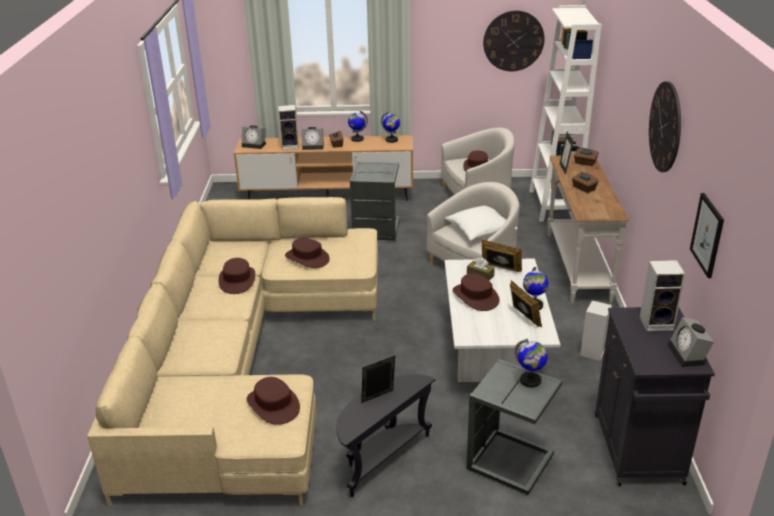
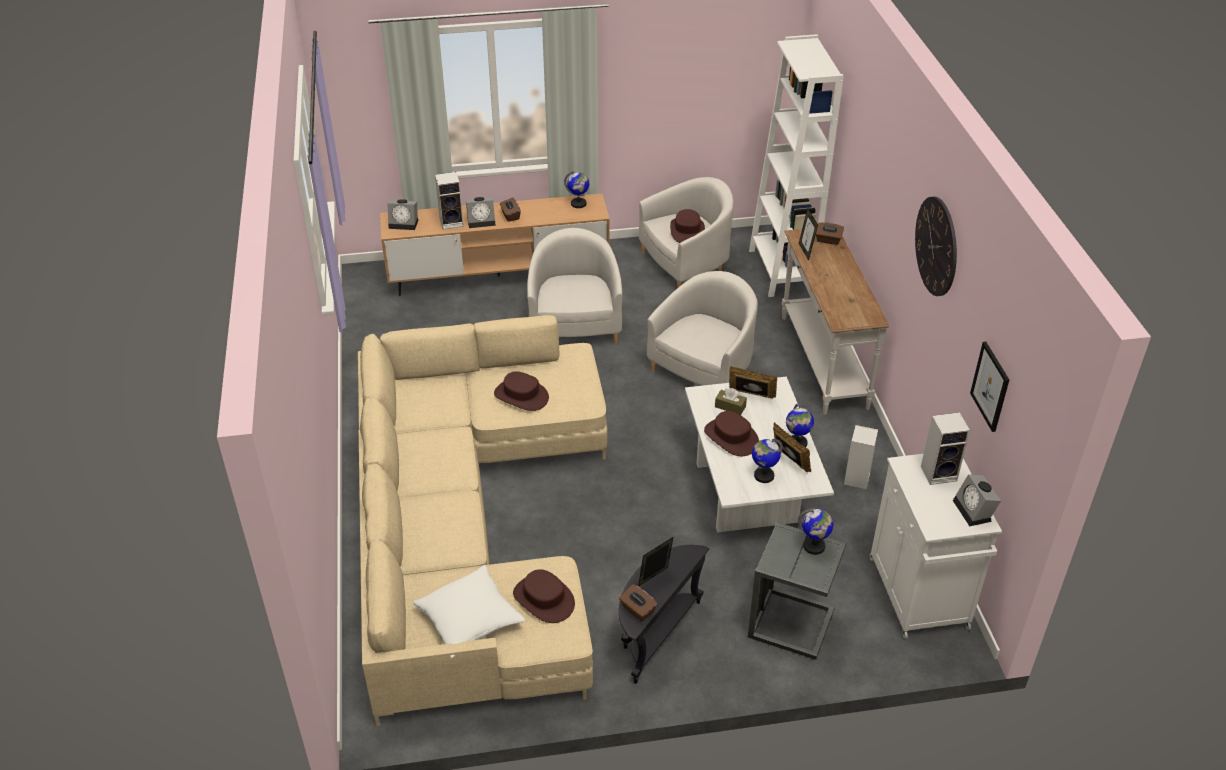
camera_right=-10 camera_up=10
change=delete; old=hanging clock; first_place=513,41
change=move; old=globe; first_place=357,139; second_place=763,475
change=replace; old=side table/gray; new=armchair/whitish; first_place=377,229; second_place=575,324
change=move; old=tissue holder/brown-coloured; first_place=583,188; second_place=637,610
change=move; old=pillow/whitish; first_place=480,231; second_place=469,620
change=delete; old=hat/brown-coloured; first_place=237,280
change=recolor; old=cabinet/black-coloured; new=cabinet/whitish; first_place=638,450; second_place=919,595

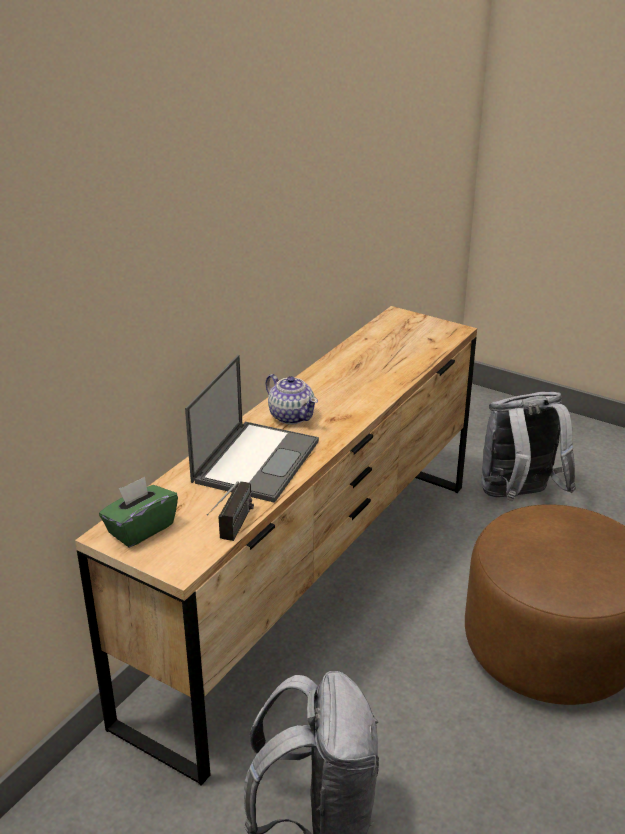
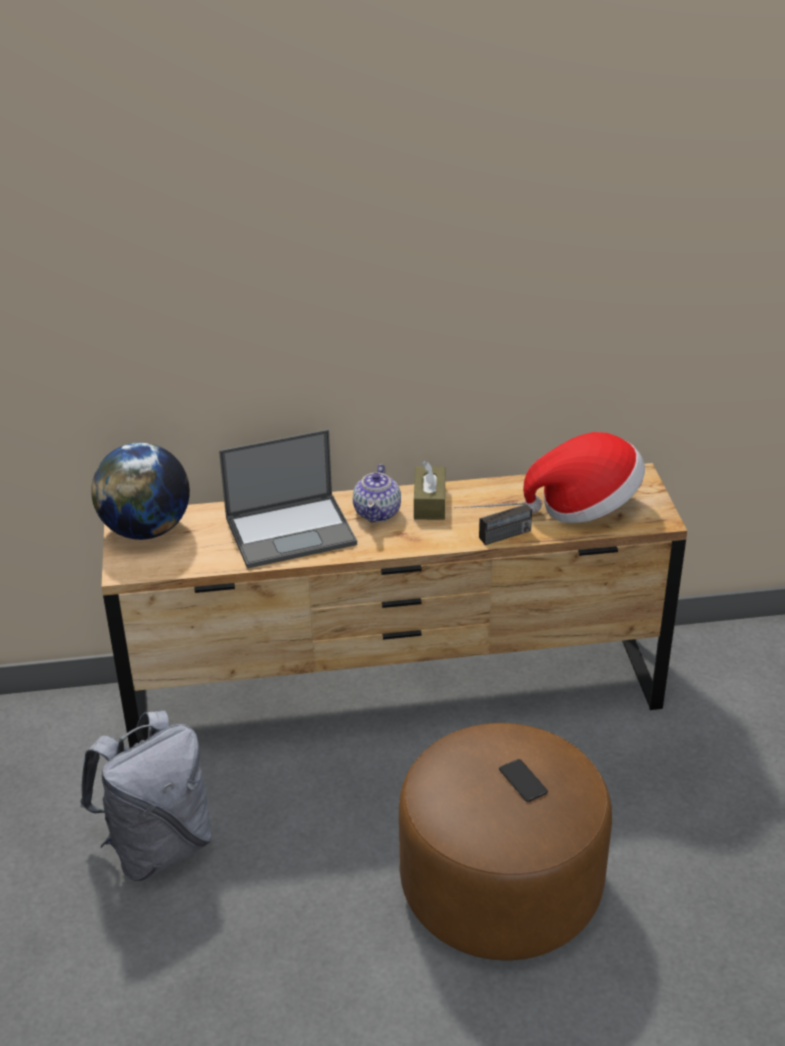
camera_right=50 camera_up=5
change=delete; old=backpack/gray; first_place=518,497
change=replace; old=tissue holder/greenish; new=globe; first_place=140,529; second_place=146,530
change=move; old=radio receiver; first_place=232,532; second_place=493,539
change=insert; new=hat; second_place=585,506
change=insert; new=tissue holder/brown-coloured; second_place=429,503
change=insert; new=handset; second_place=523,781

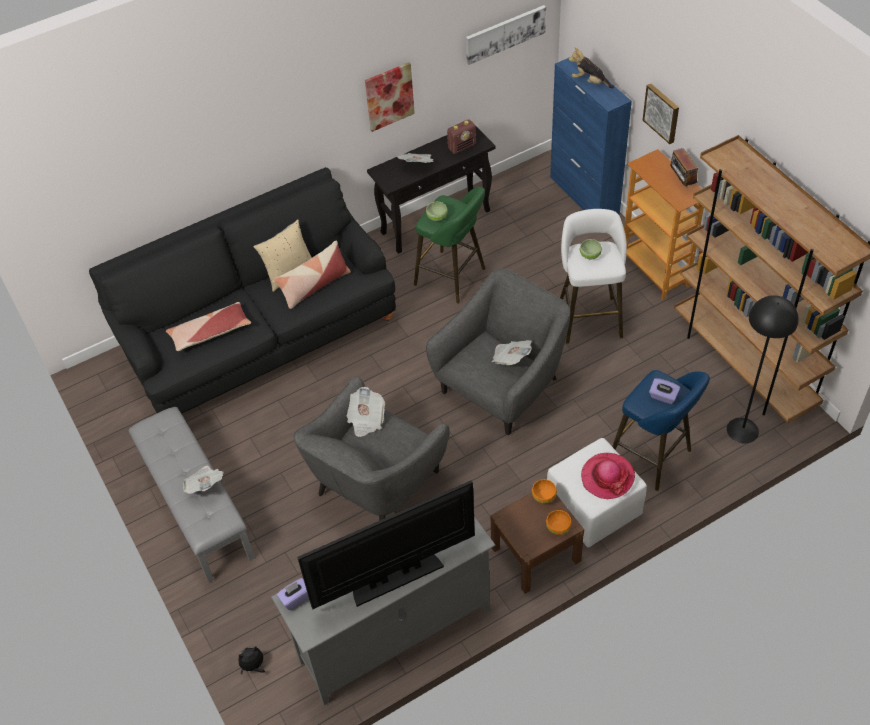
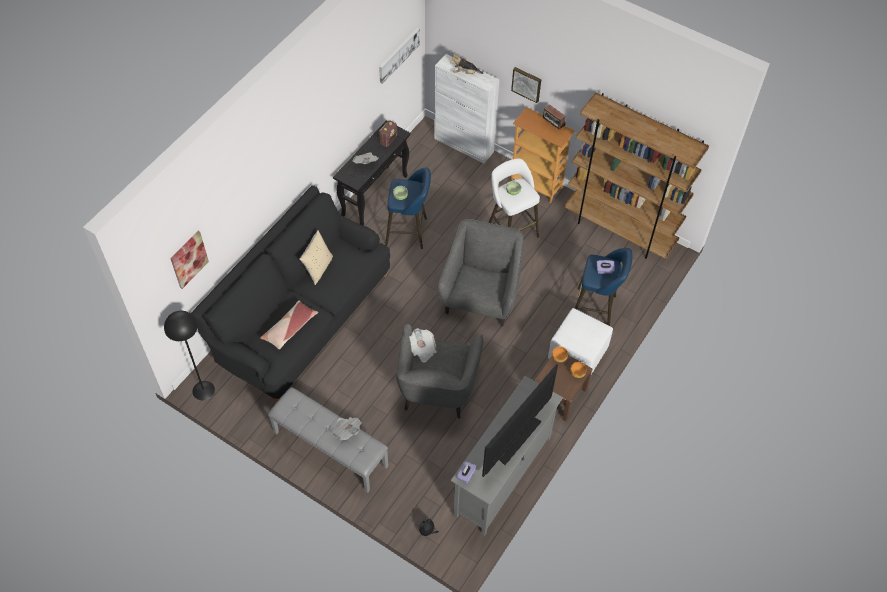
camera_right=-30 camera_up=5
change=recolor; old=cabinet/blue-coloured; new=cabinet/whitish; first_place=584,196; second_place=464,145
change=move; old=wall art; first_place=389,96; second_place=189,259
change=recolor; old=stool seat/greenish; new=stool seat/blue-coloured; first_place=453,278; second_place=409,232
change=delete; old=pillow; first_place=314,286
change=move; old=floor lamp/black-coloured; first_place=742,430; second_place=203,390
change=delete; old=printed paper; first_place=511,358
change=delete; old=hat; first_place=607,477

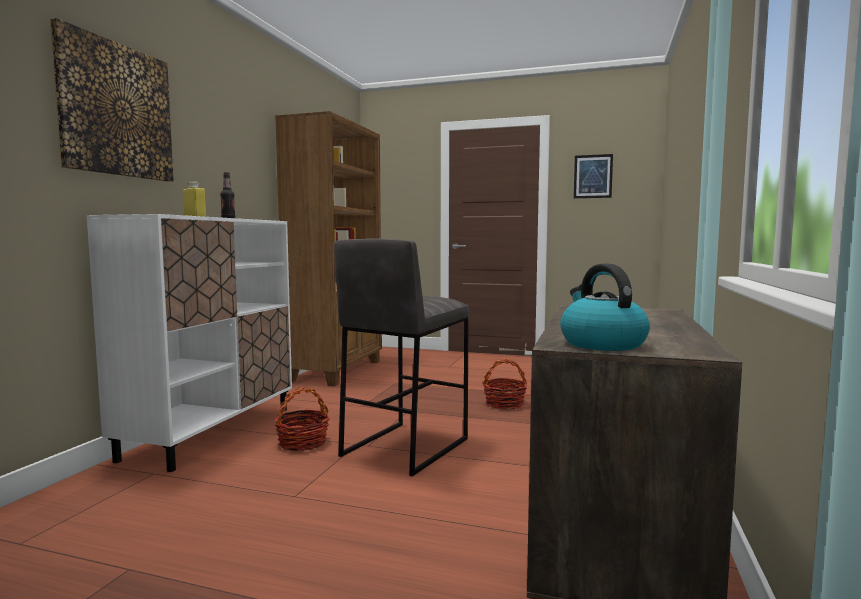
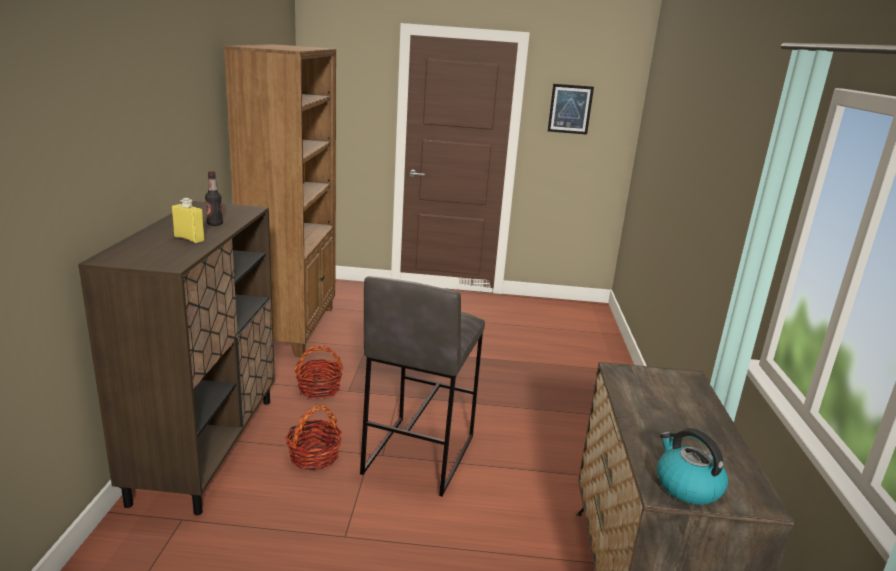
camera_right=-15 camera_up=15
change=delete; old=wall art; first_place=116,110
change=recolor; old=cabinet/whitish; new=cabinet/brown-coloured; first_place=212,432; second_place=206,447
change=move; old=basket; first_place=504,404; second_place=319,389

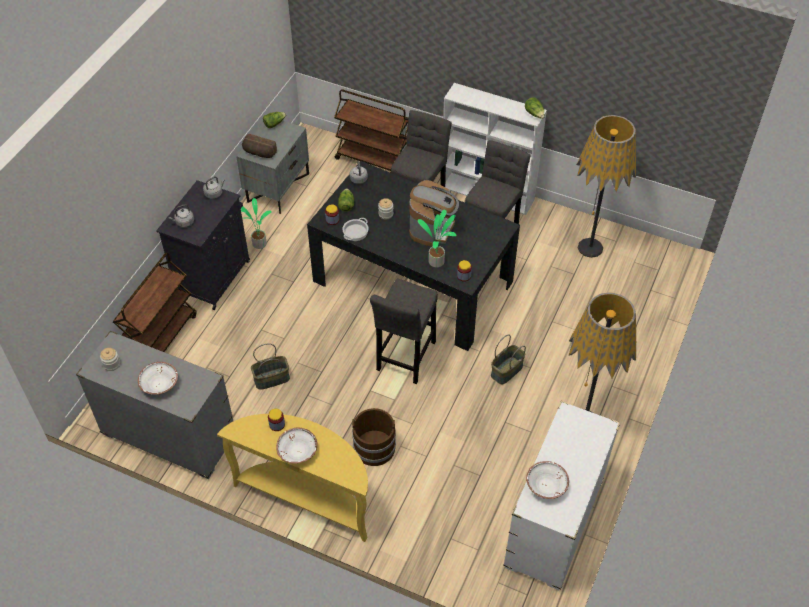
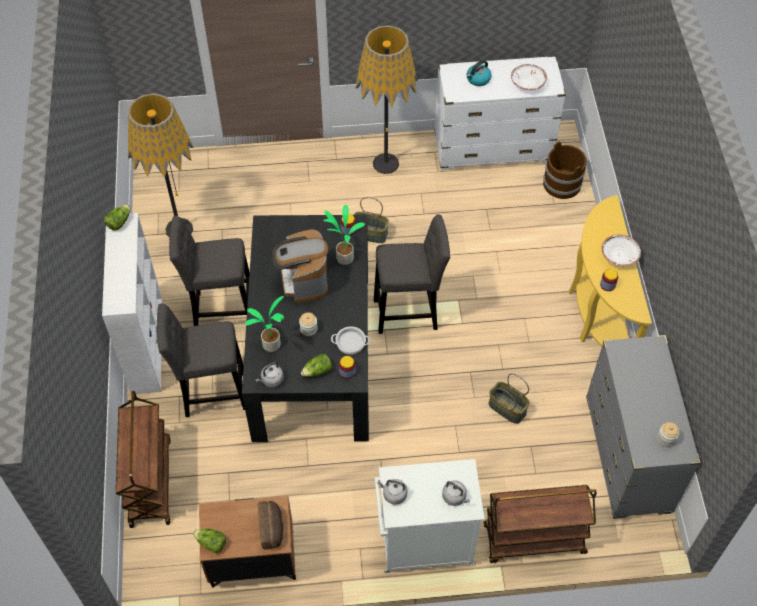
camera_right=-120 camera_up=5
change=recolor; old=nightstand/gray; new=nightstand/brown-coloured; first_place=277,187; second_place=252,560
change=recolor; old=cabinet/black-coloured; new=cabinet/whitish; first_place=214,276; second_place=424,542
change=rotate; old=coffee brewer; first_place=432,229; second_place=304,280; degrees=-90
change=move; old=plant in a pot; first_place=258,243; second_place=271,346
change=delete; old=bowl/whitish; first_place=160,385
change=move; old=bucket/brown-coloured; first_place=374,448; second_place=562,184
change=insert; new=kettle; second_place=478,79

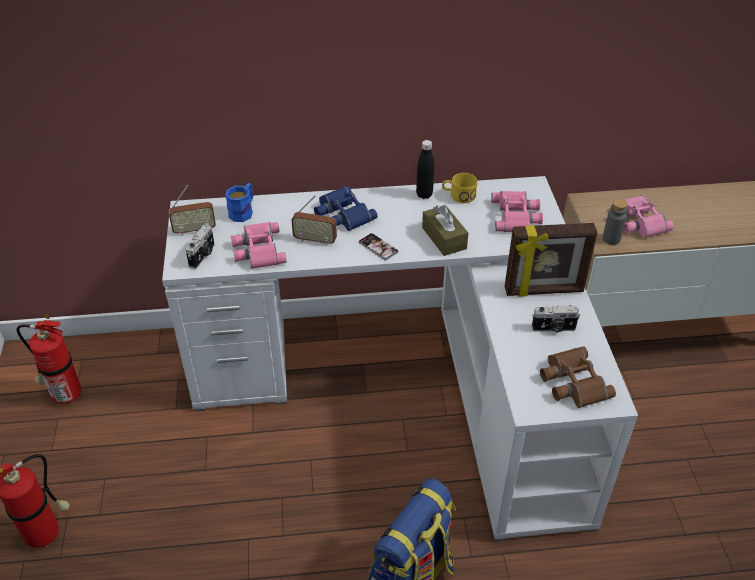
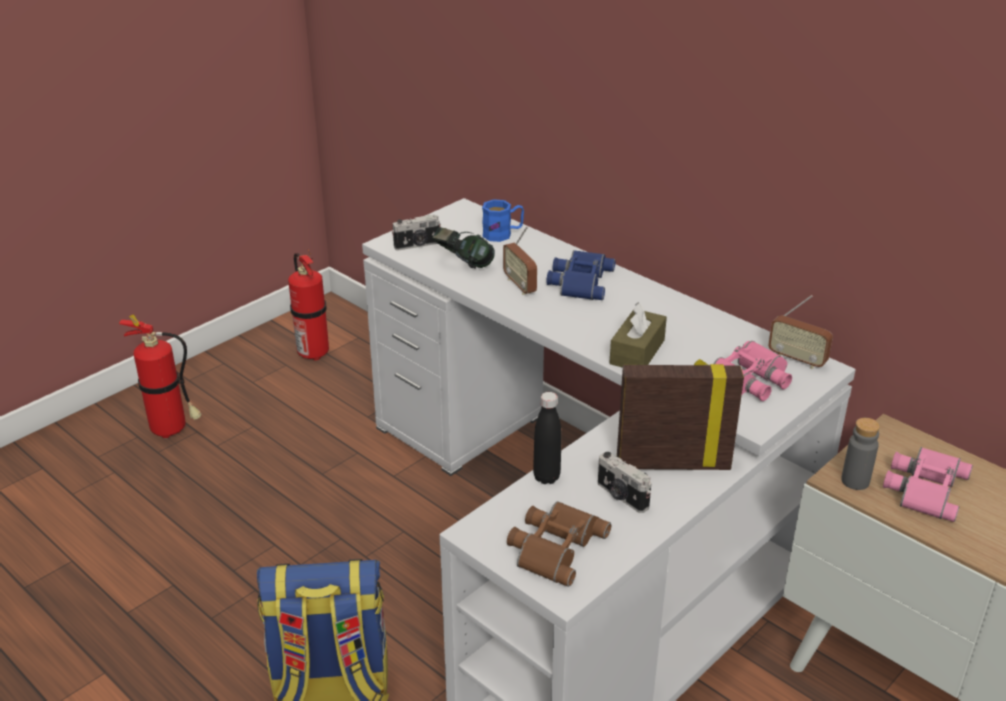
camera_right=50 camera_up=-10
change=move; old=bottle/black-coloured; first_place=424,195; second_place=546,477
change=delete; old=tea mug/yellow-coloured; first_place=458,196
change=move; old=radio receiver; first_place=194,230; second_place=797,359
change=replace; old=binoculars/pink; new=headphones; first_place=257,250; second_place=463,265
change=rotate; old=photo frame; first_place=544,291; second_place=672,463; degrees=135
change=delete; old=handset; first_place=378,247

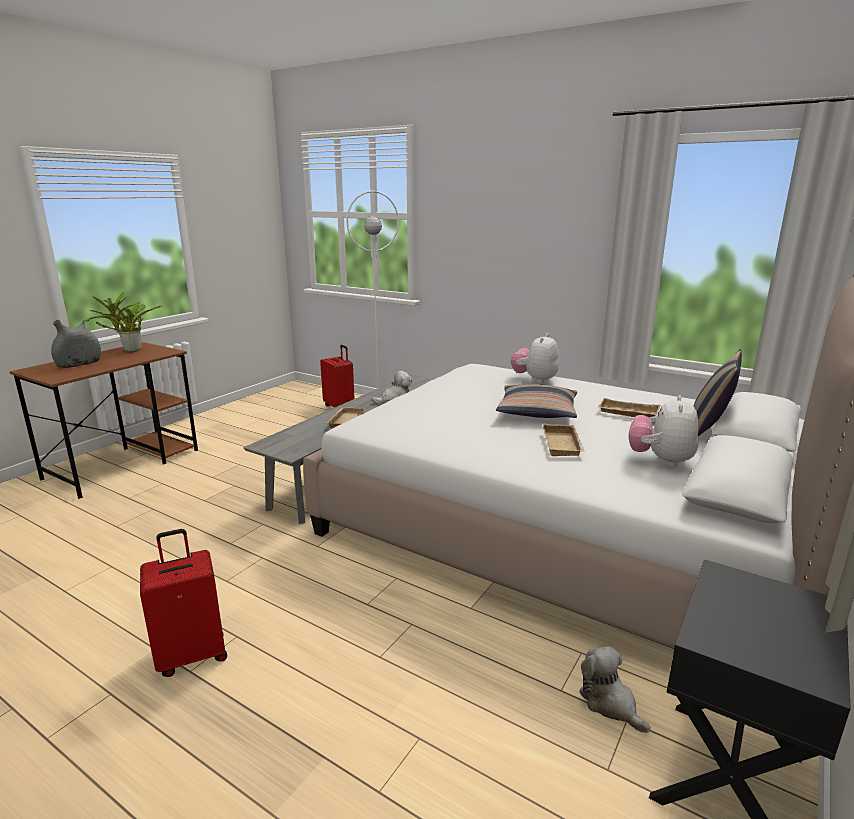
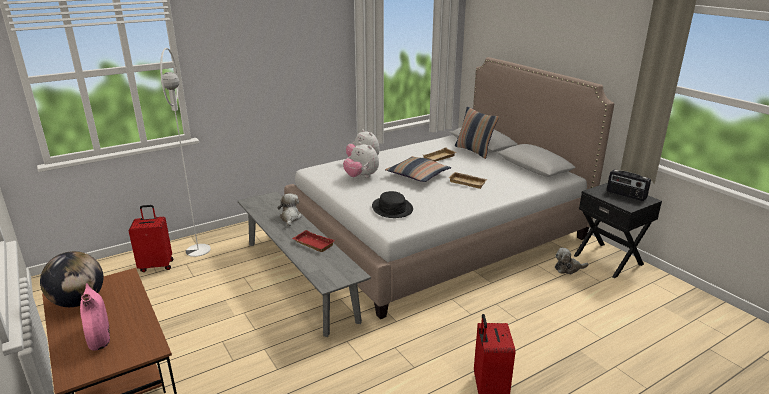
camera_right=-65 camera_up=5
change=replace; old=plant in a pot; new=globe; first_place=130,350; second_place=79,302
change=recolor; old=decorative vase/gray; new=decorative vase/pink; first_place=79,364; second_place=99,336
change=move; old=cuddly toy; first_place=660,460; second_place=361,177
change=recolor; old=carrying tray/sand-coloured; new=carrying tray/red-coloured; first_place=345,421; second_place=312,244
change=insert; new=radio receiver; second_place=626,195
change=insert; new=hat/black-coloured; second_place=392,208

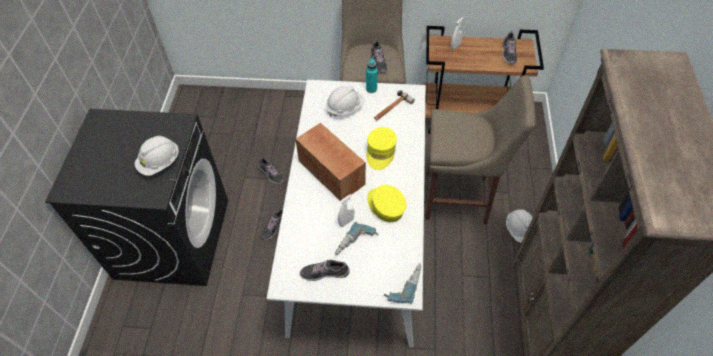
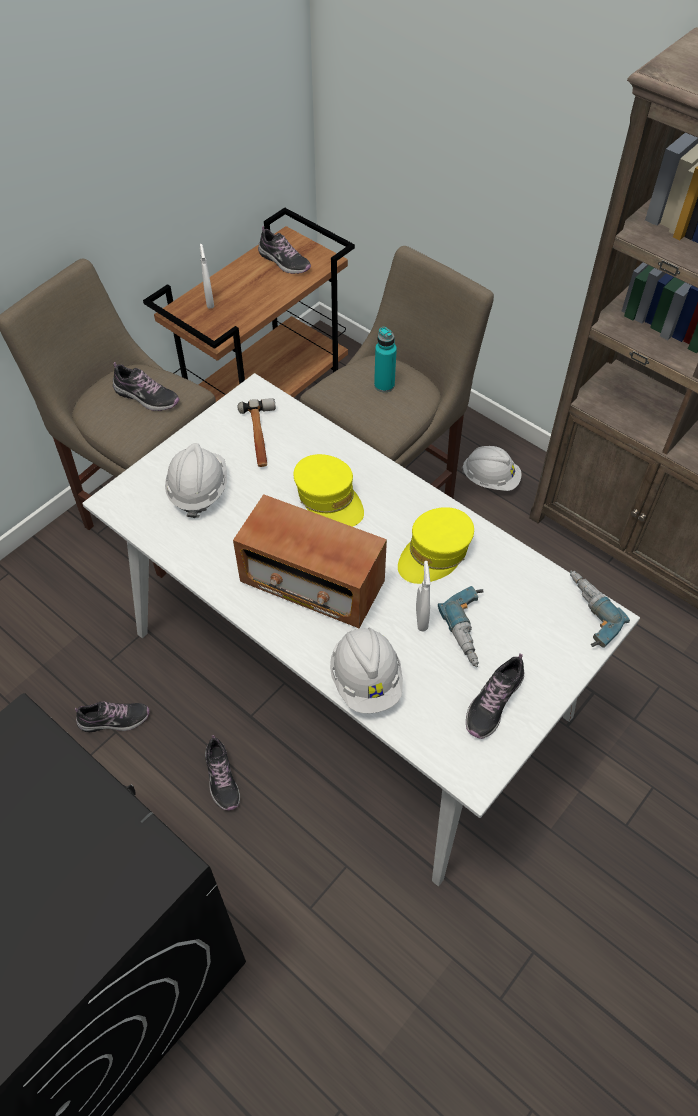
camera_right=-55 camera_up=0
change=move; old=bottle/blue-green; first_place=371,89; second_place=384,385
change=rotate; old=radio receiver; first_place=332,173; second_place=312,583; degrees=-150
change=move; old=hard hat/whitish; first_place=160,163; second_place=366,680
change=rotate; old=peaked cap/yellow-coloured; first_place=385,206; second_place=435,553; degrees=-45

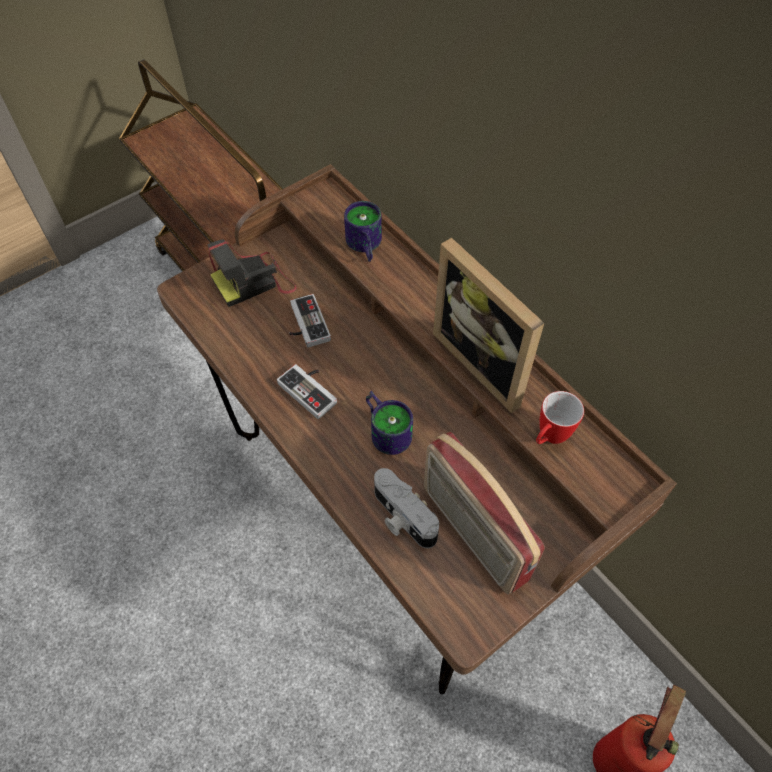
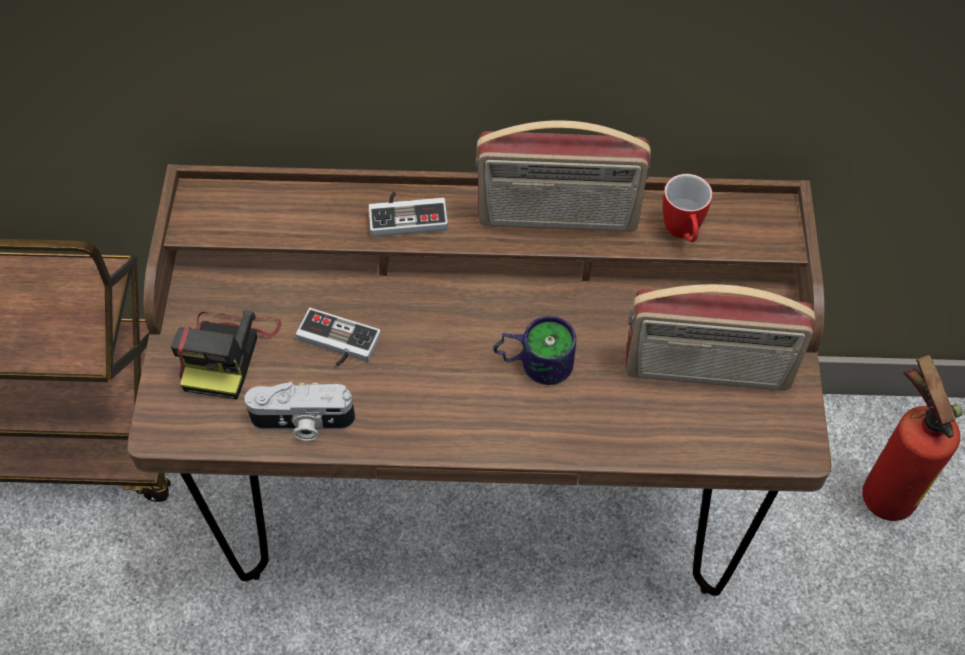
camera_right=-50 camera_up=0
change=delete; old=tea mug; first_place=363,247
change=replace; old=photo frame; new=radio receiver; first_place=486,362; second_place=558,219
change=move; old=game controller; first_place=312,390; second_place=407,214
change=move; old=still camera; first_place=401,518; second_place=302,423

